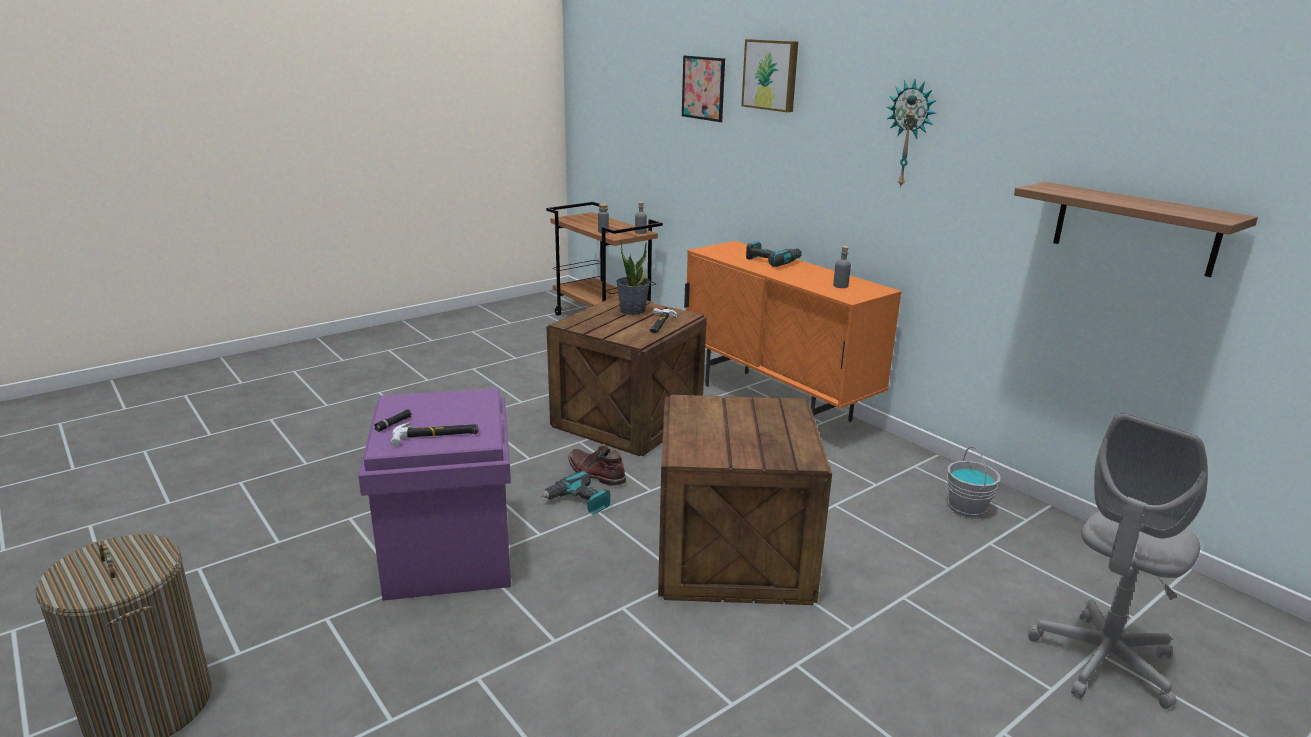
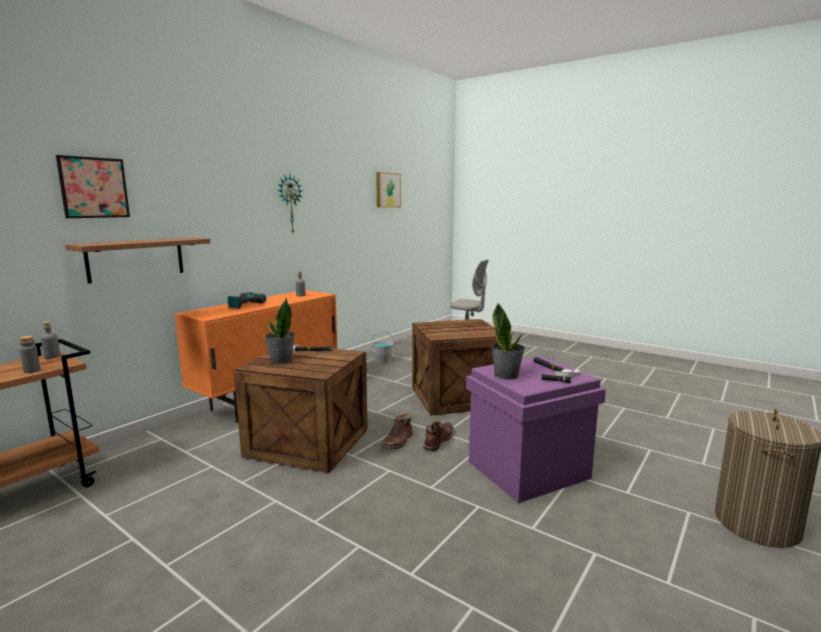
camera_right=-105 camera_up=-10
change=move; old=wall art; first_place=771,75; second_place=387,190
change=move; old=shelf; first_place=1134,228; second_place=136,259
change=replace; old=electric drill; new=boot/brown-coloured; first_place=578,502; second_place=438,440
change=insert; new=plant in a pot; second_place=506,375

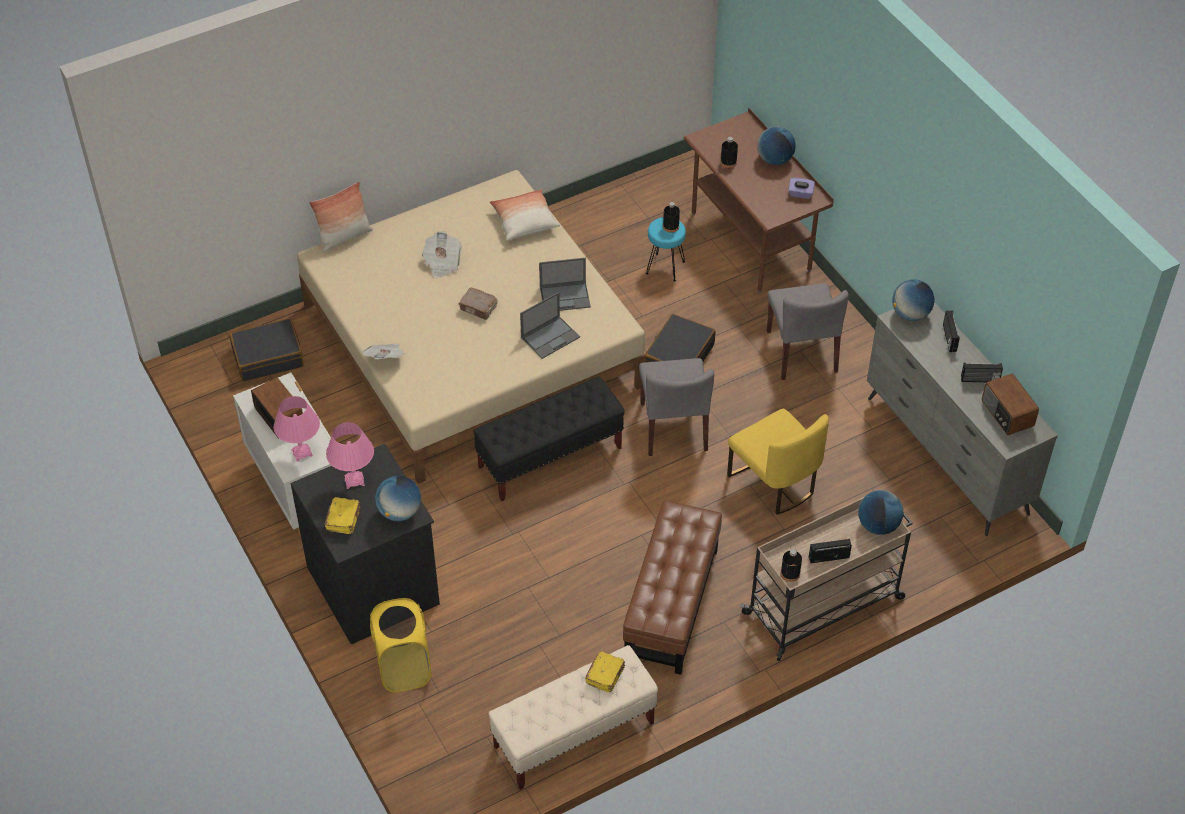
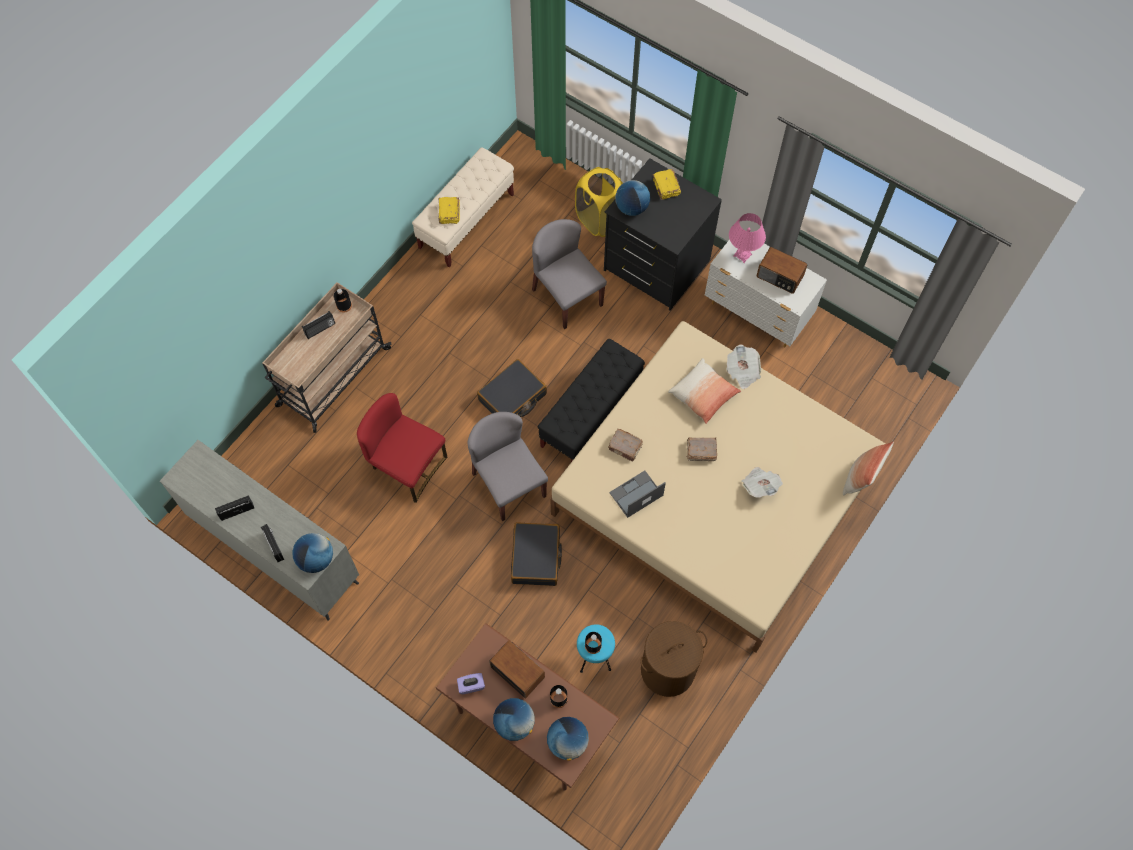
camera_right=155 camera_up=15
change=move; old=pillow; first_place=524,222; second_place=703,395
change=move; old=plain chair/gray; first_place=802,352; second_place=567,297
change=replace; old=portable computer; new=bound book/brown-coloured; first_place=550,337; second_place=625,447
change=move; old=travel case/black-coloured; first_place=268,357; second_place=512,398
change=move; old=radio receiver; first_place=1006,414; second_place=518,671
change=recolor; old=plain chair/yellow-coloured; new=plain chair/red-coloured; first_place=774,482; second_place=407,466
change=delete; old=lamp for a table/pink; first_place=354,480
change=move; old=globe; first_place=878,525; second_place=567,742
change=delete; old=ottoman/brown-coloured; first_place=672,604
change=insert; new=hamper/brown-coloured; second_place=667,670

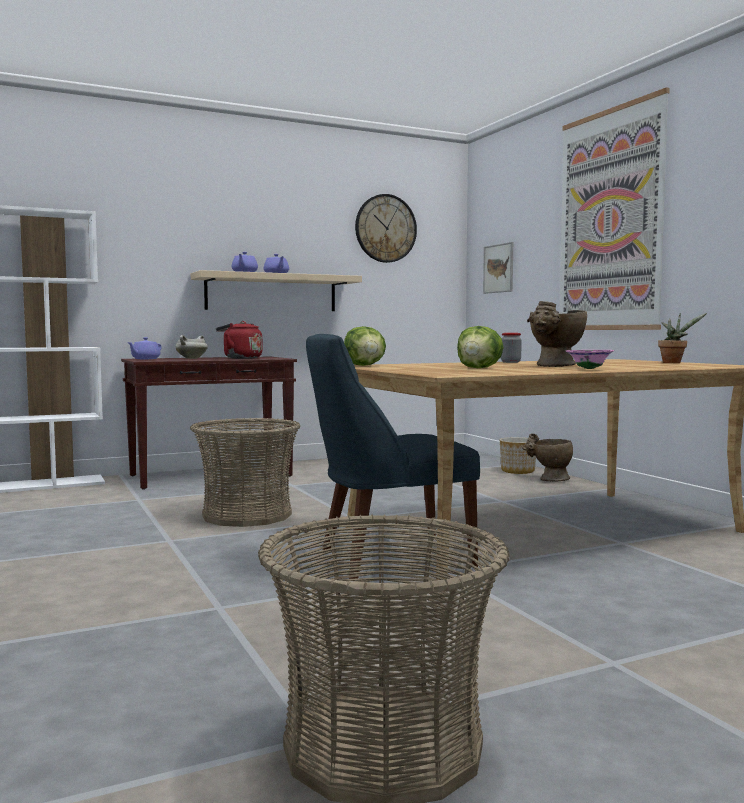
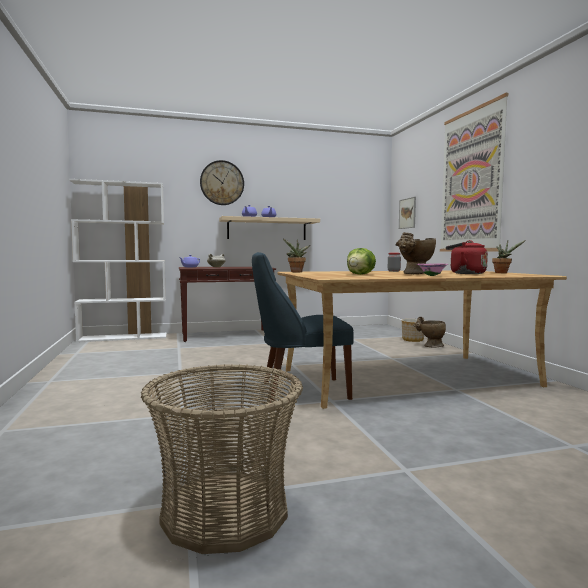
camera_right=10 camera_up=0
change=move; old=hanging clock; first_place=385,228; second_place=222,183
change=move; old=kettle/red-coloured; first_place=240,358; second_place=465,273
change=replace; old=lettuce; new=plant in a pot; first_place=365,365; second_place=296,272
change=delete; old=basket; first_place=247,515

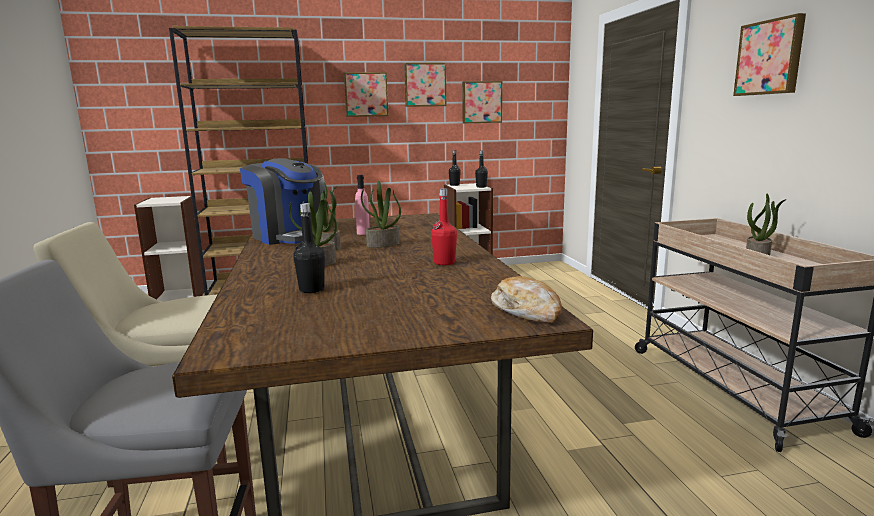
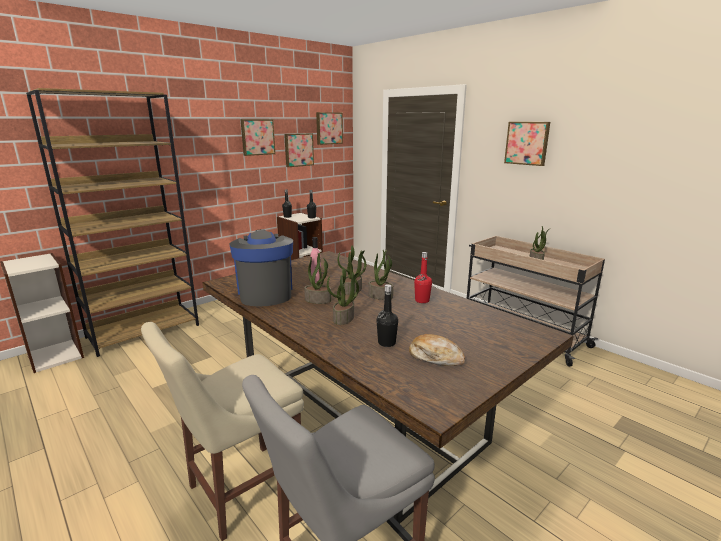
camera_right=-30 camera_up=5
change=move; old=wall art; first_place=366,94; second_place=328,128
change=rotate; old=coffee brewer; first_place=291,236; second_place=265,293; degrees=-120
change=move; old=bakery bread; first_place=526,311; second_place=435,357
change=insert; new=plant in a pot; second_place=381,296

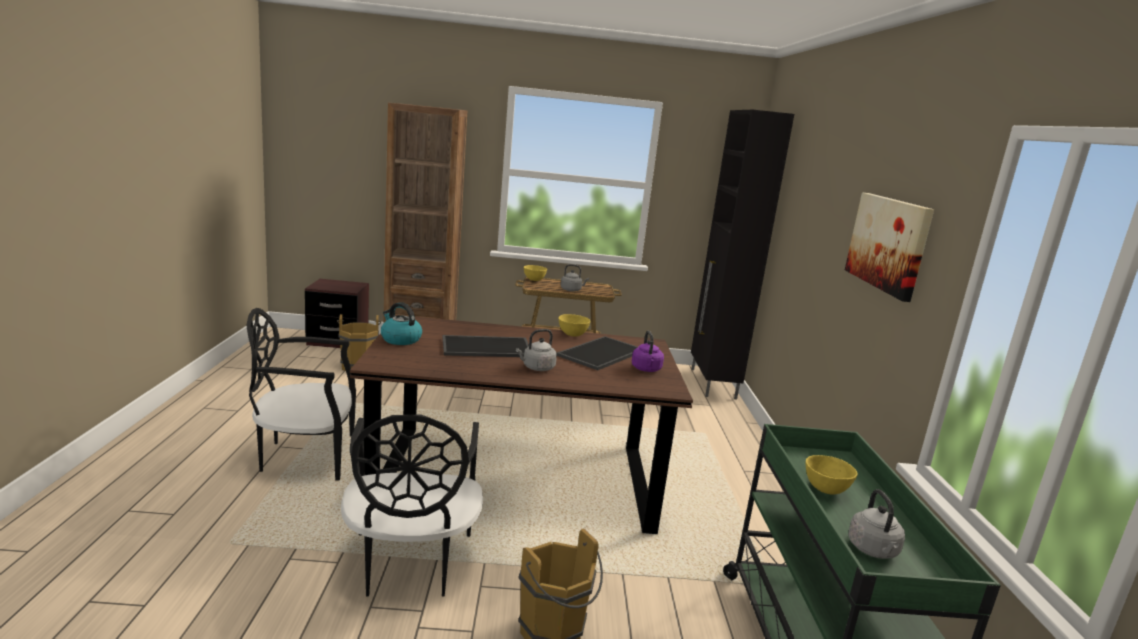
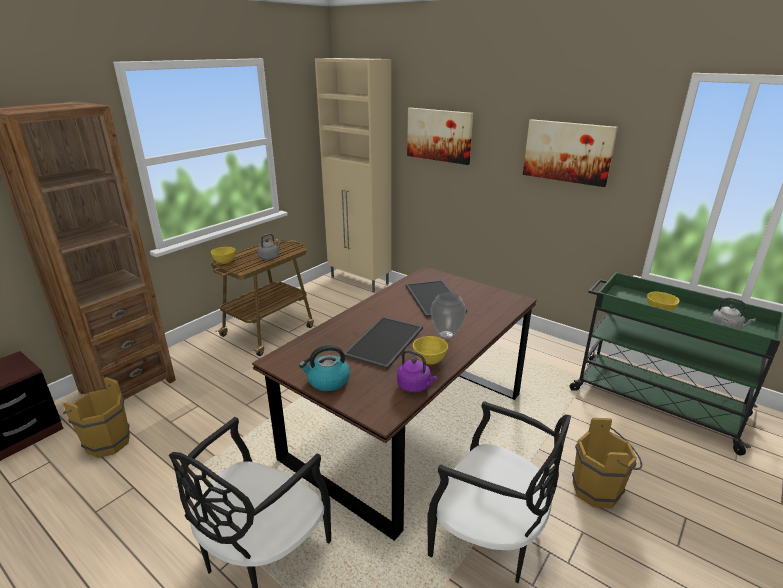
camera_right=-50 camera_up=10
change=recolor; old=cabinet/black-coloured; new=cabinet/sand-coloured; first_place=712,384; second_place=360,281
change=move; old=bowl/yellow-coloured; first_place=572,335; second_place=429,361
change=replace; old=kettle/gray; new=decorative vase; first_place=537,368; second_place=447,335
change=move; old=kettle/purple; first_place=646,369; second_place=415,386
change=insert; new=wall art; second_place=439,135

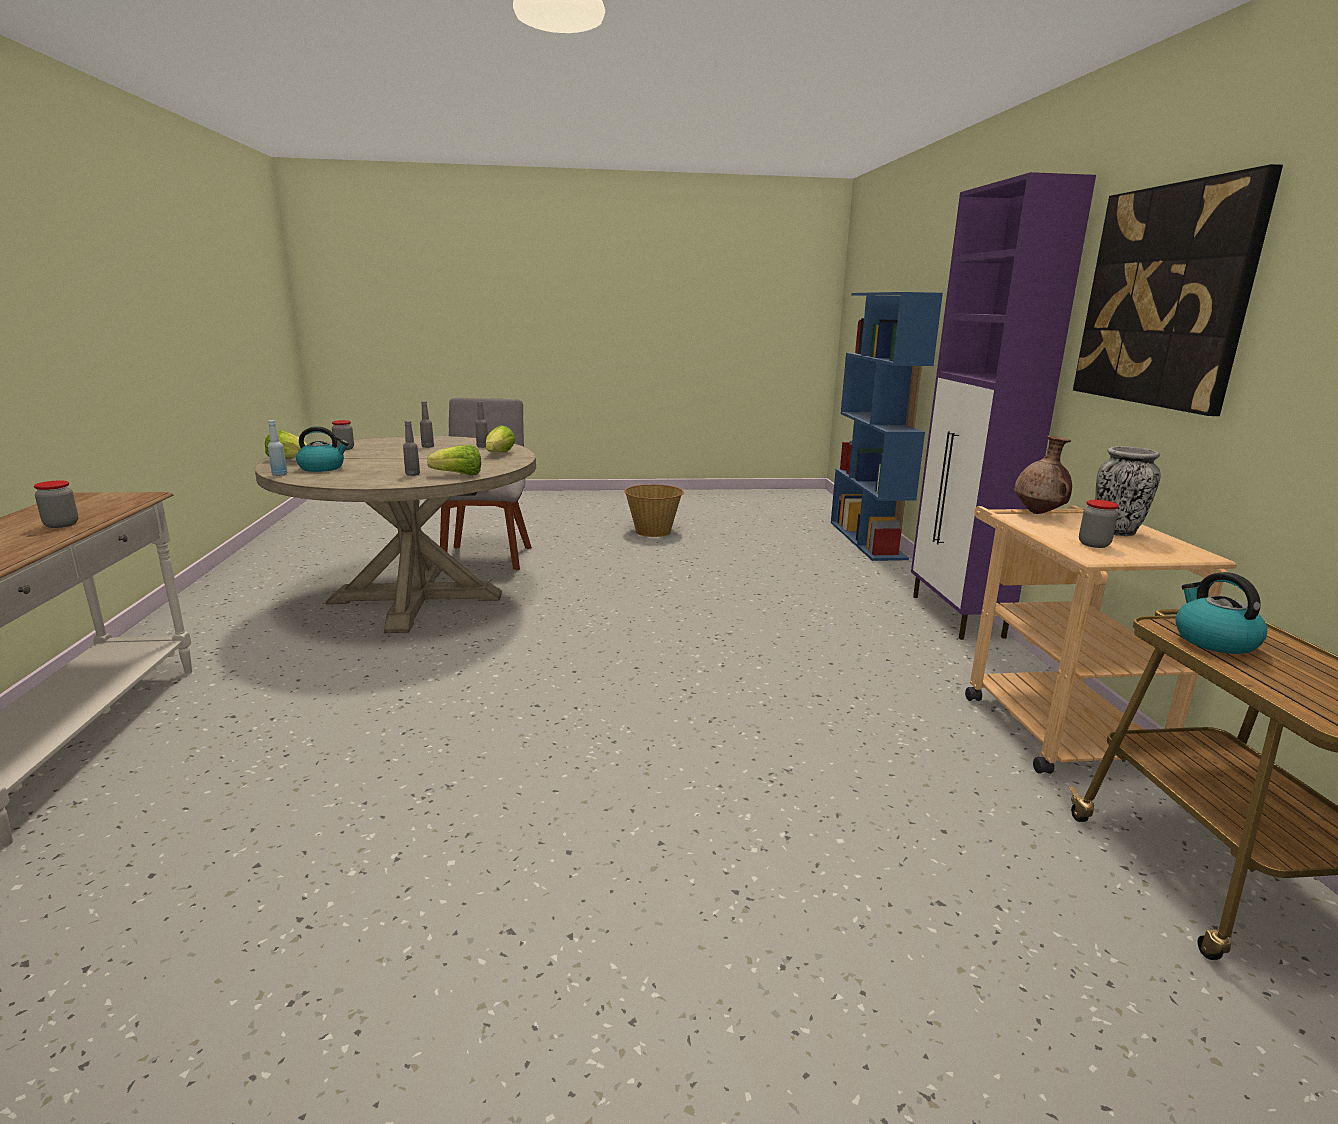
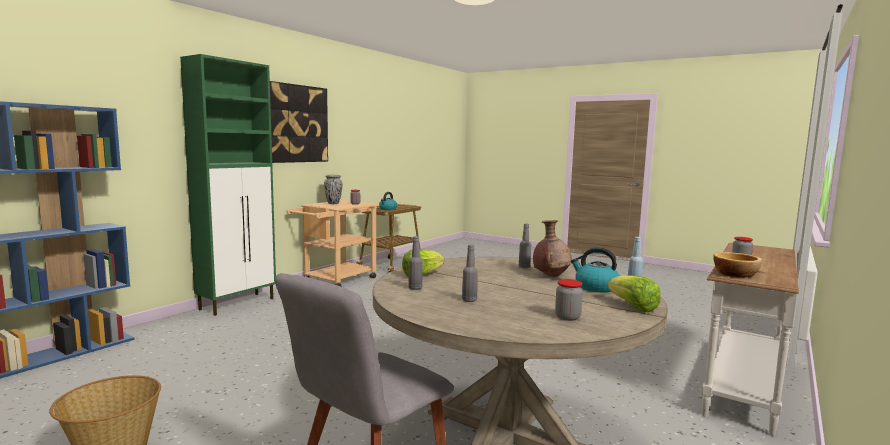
camera_right=-140 camera_up=-10
change=recolor; old=cabinet/purple; new=cabinet/greenish; first_place=957,616; second_place=238,303
change=move; old=decorative vase/brown-coloured; first_place=1039,513; second_place=551,276
change=delete; old=lettuce; first_place=458,475
change=insert; new=bowl; second_place=735,274

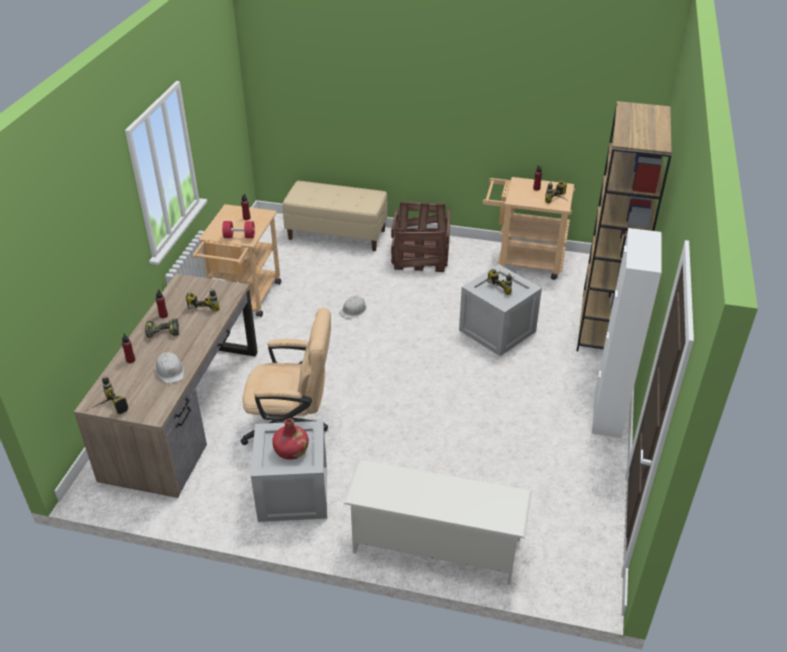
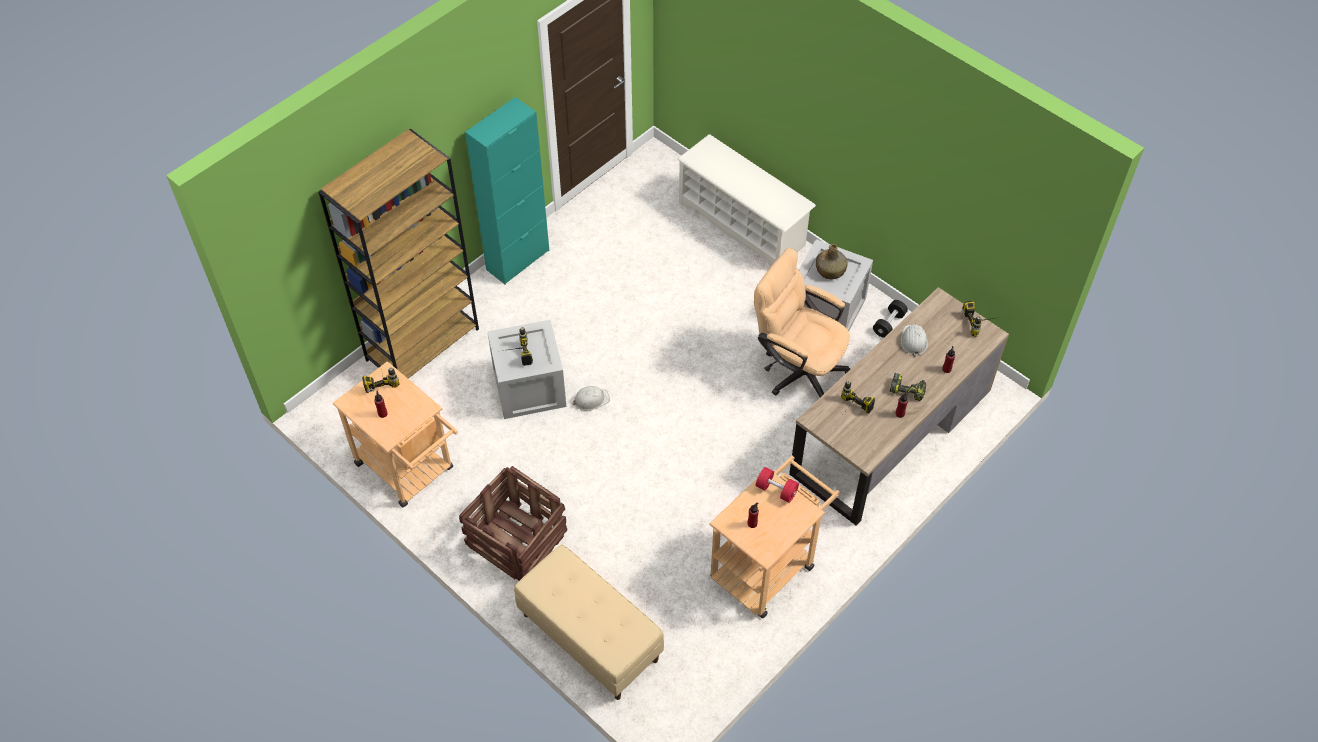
camera_right=-150 camera_up=15
change=recolor; old=cabinet/whitish; new=cabinet/blue-green; first_place=607,413; second_place=518,260
change=move; old=hard hat/whitish; first_place=353,310; second_place=591,400
change=recolor; old=bottle/red-coloured; new=bottle/greenish; first_place=291,450; second_place=830,270
change=insert; new=dumbbell/black-coloured; second_place=889,324

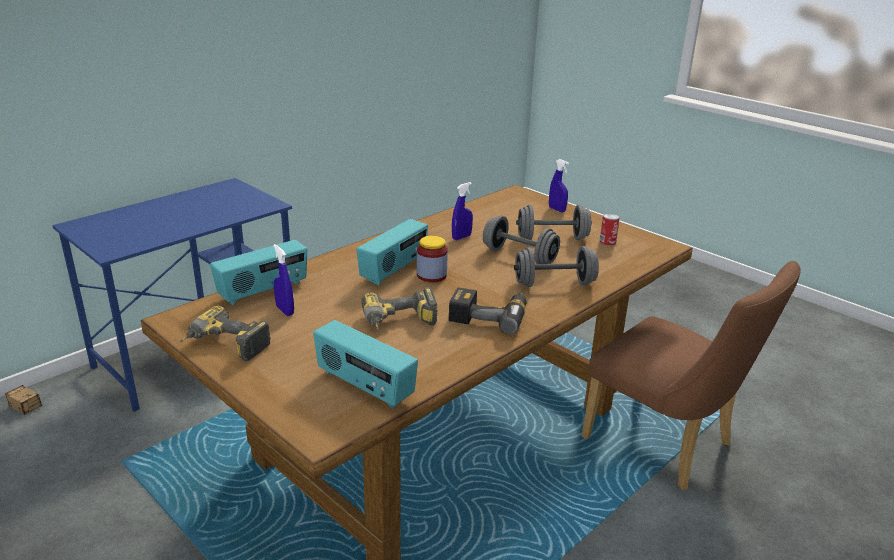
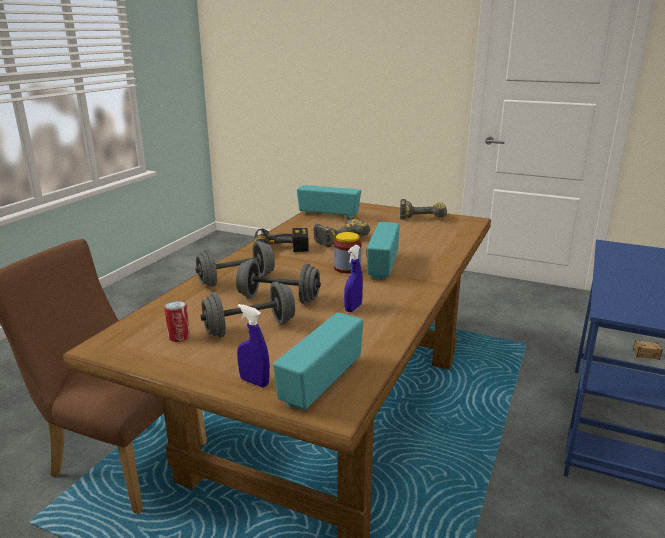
camera_right=160 camera_up=-5
change=move; old=radio receiver; first_place=263,291; second_place=320,383
change=delete; old=spray bottle/blue-coloured; first_place=285,310

